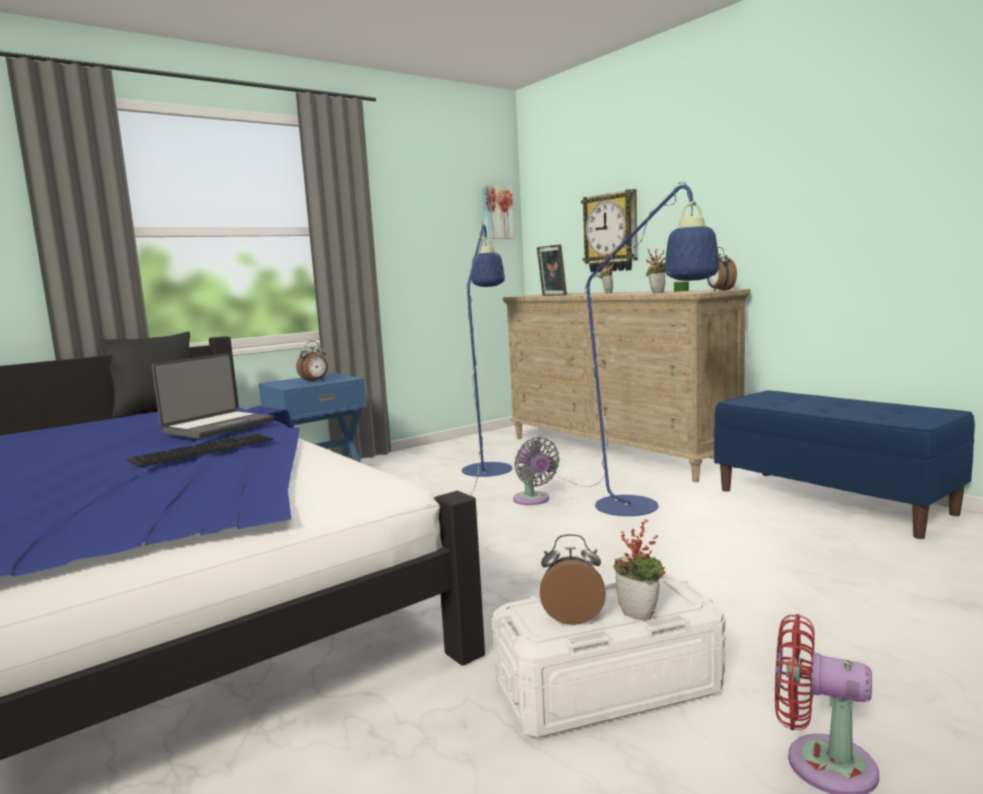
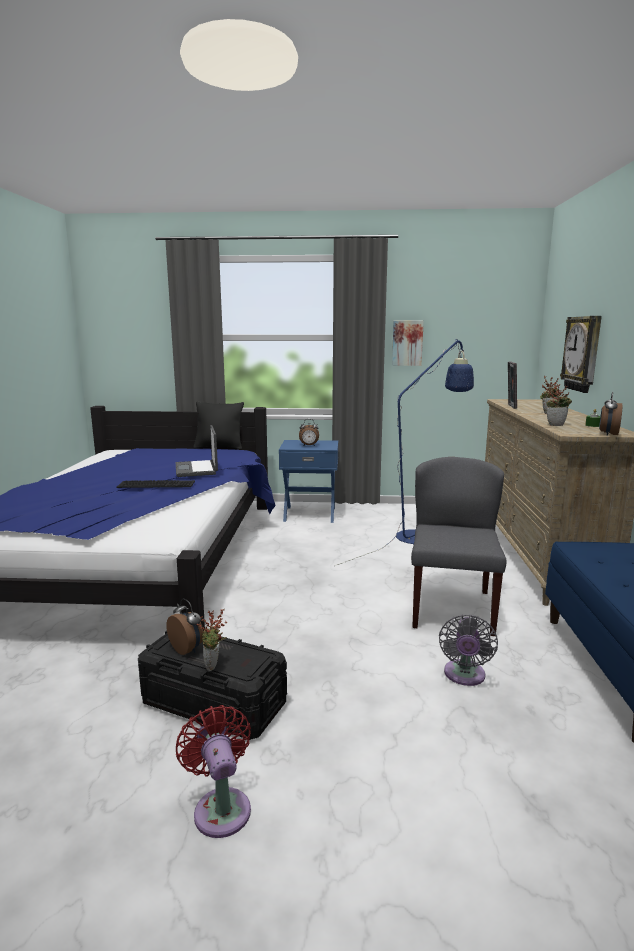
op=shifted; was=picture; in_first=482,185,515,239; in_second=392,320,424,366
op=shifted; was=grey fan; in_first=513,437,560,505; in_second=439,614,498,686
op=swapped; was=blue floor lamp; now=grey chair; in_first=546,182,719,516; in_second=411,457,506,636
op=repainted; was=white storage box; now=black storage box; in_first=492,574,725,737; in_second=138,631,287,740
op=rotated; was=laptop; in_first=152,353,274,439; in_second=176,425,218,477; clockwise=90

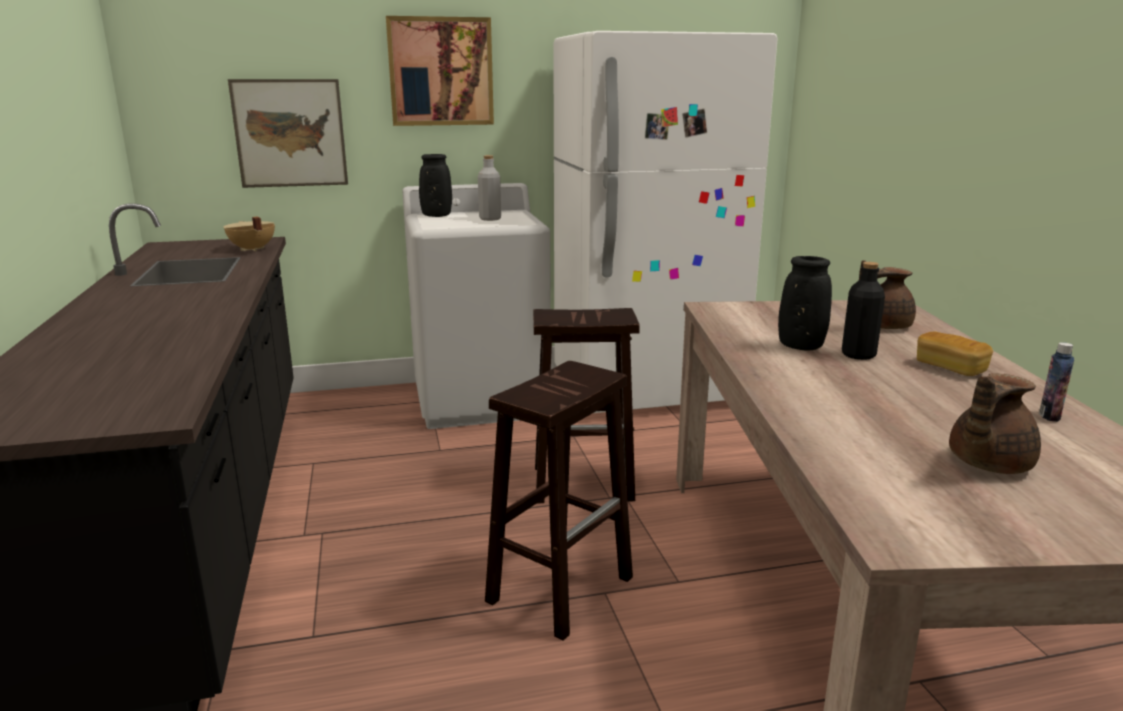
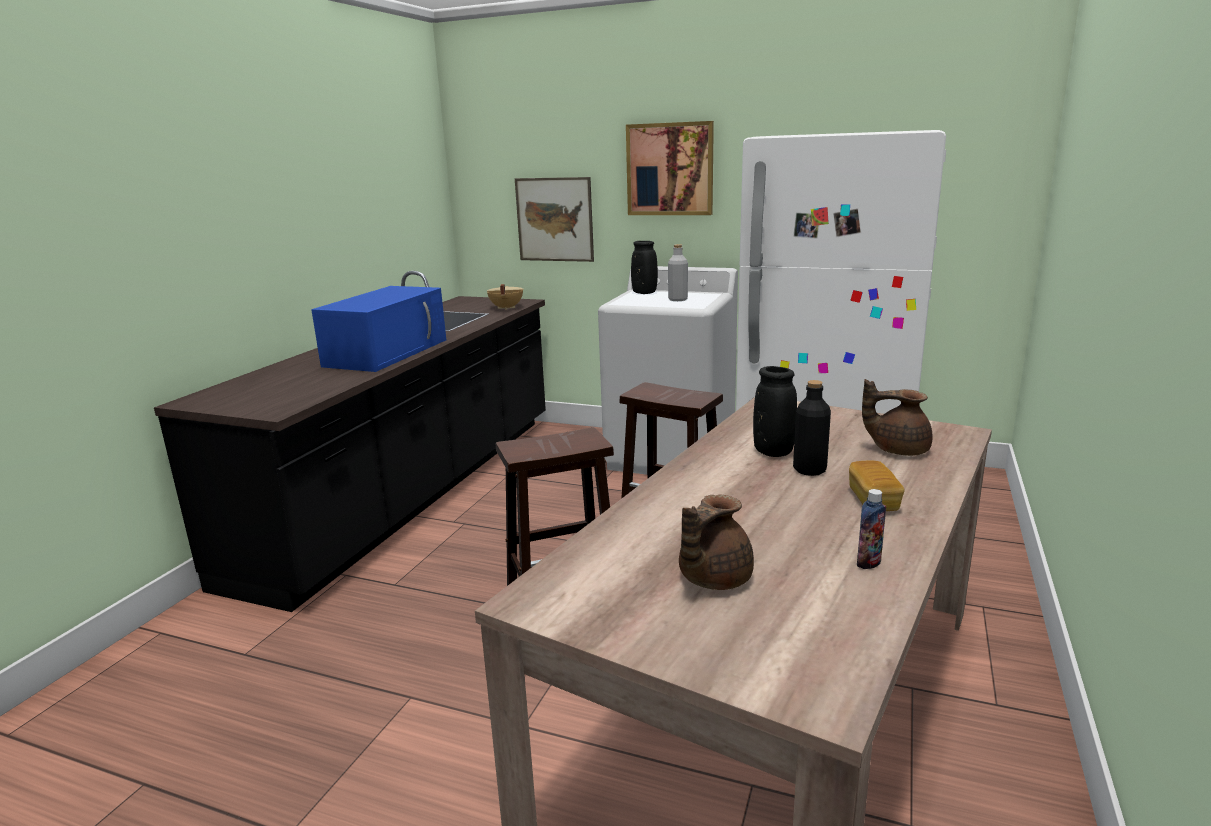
op=new; now=blue microwave; in_second=311,286,446,372
op=rotated; was=brown teapot; in_first=949,373,1041,474; in_second=679,494,754,590; clockwise=-45

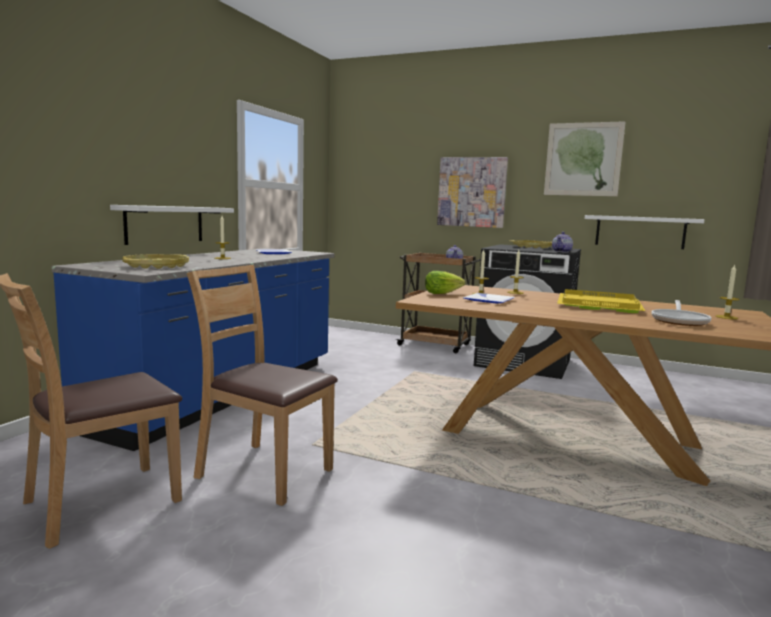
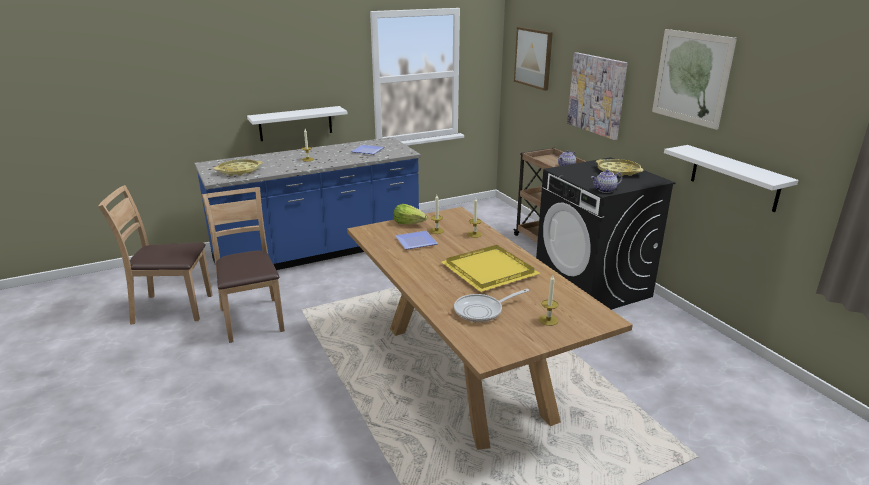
op=new; now=picture; in_second=514,27,553,91

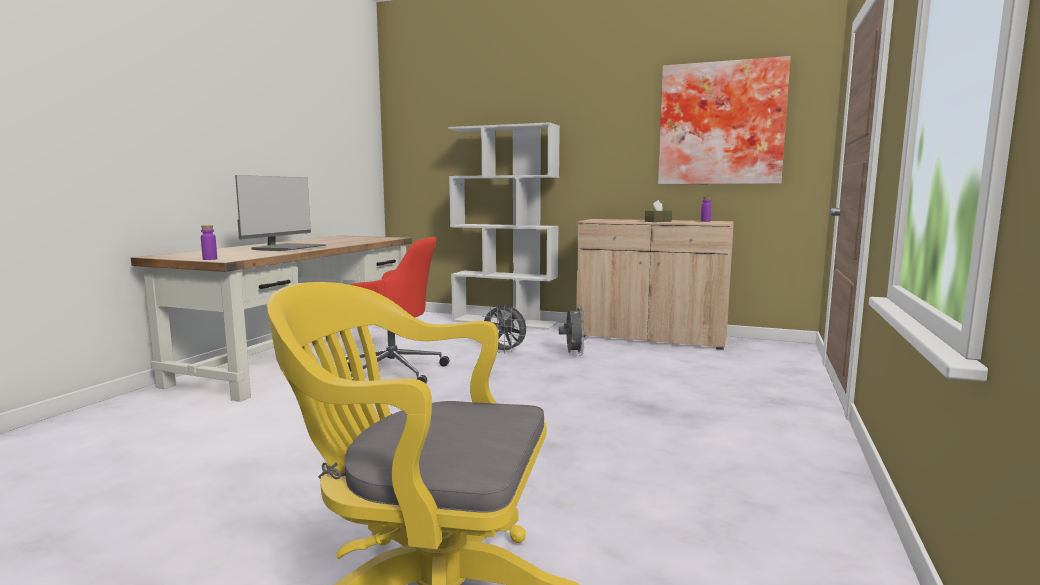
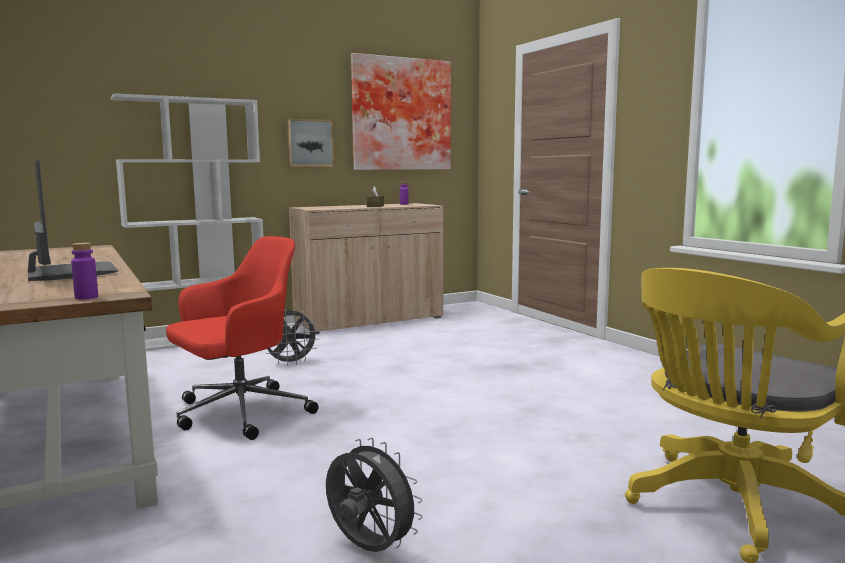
op=new; now=picture; in_second=287,119,334,167
op=shifted; was=grey fan; in_first=559,305,585,356; in_second=326,438,423,552

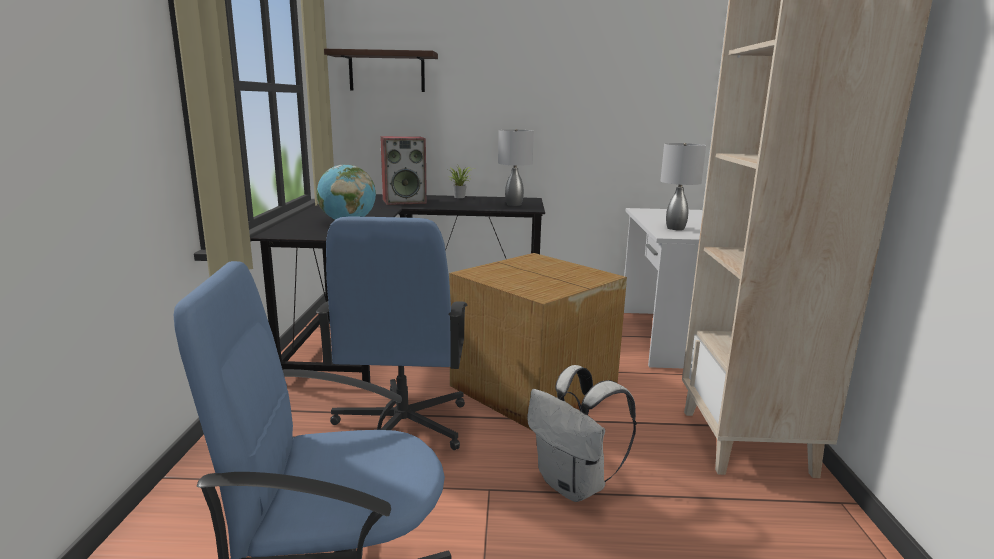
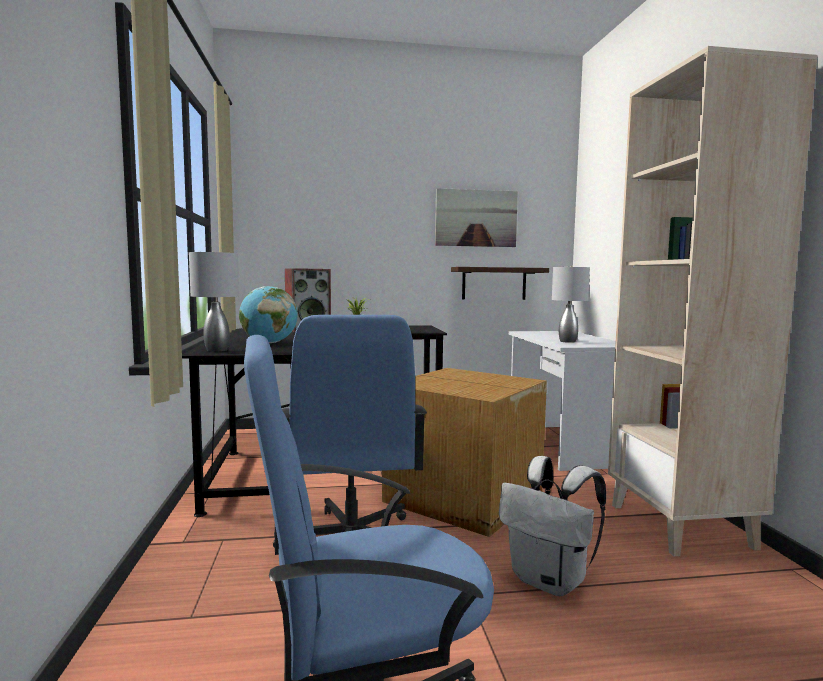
op=new; now=picture; in_second=435,188,518,247
op=shifted; was=shelf; in_first=324,49,438,92; in_second=451,267,549,300
op=shifted; was=grey table lamp; in_first=498,129,534,206; in_second=189,251,239,352

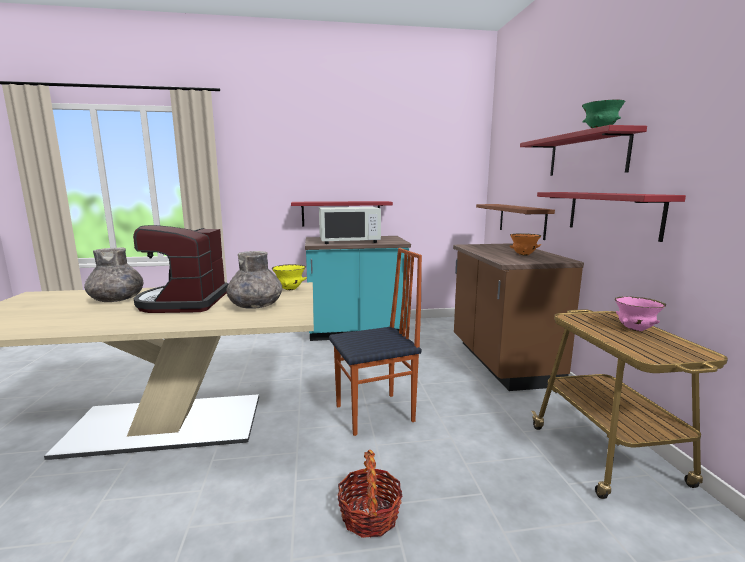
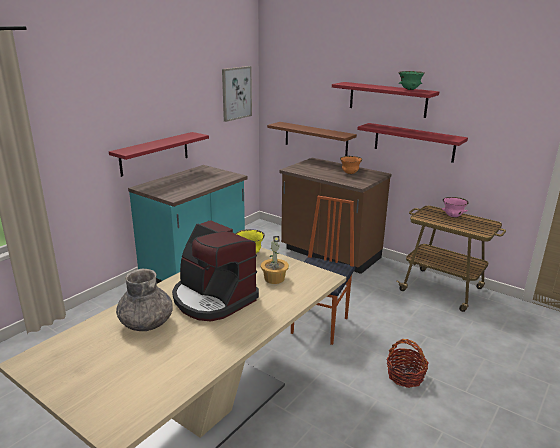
op=gone; was=white microwave; in_first=319,207,381,244
op=new; now=picture; in_second=222,66,252,122
op=swapped; was=grey vase; now=potted plant; in_first=227,251,282,309; in_second=261,236,289,284

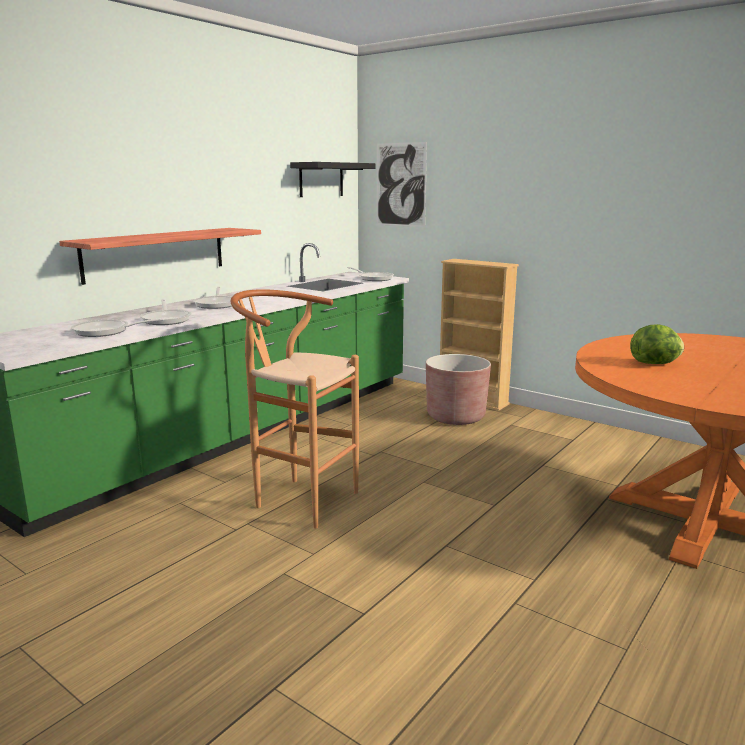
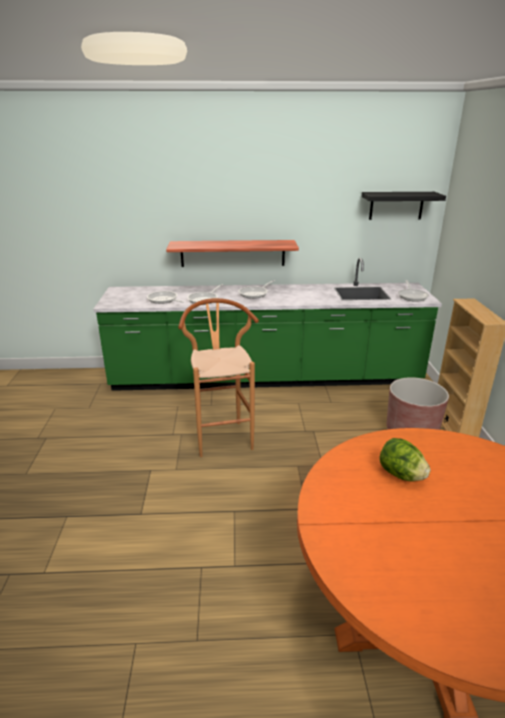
op=gone; was=picture; in_first=377,142,427,227

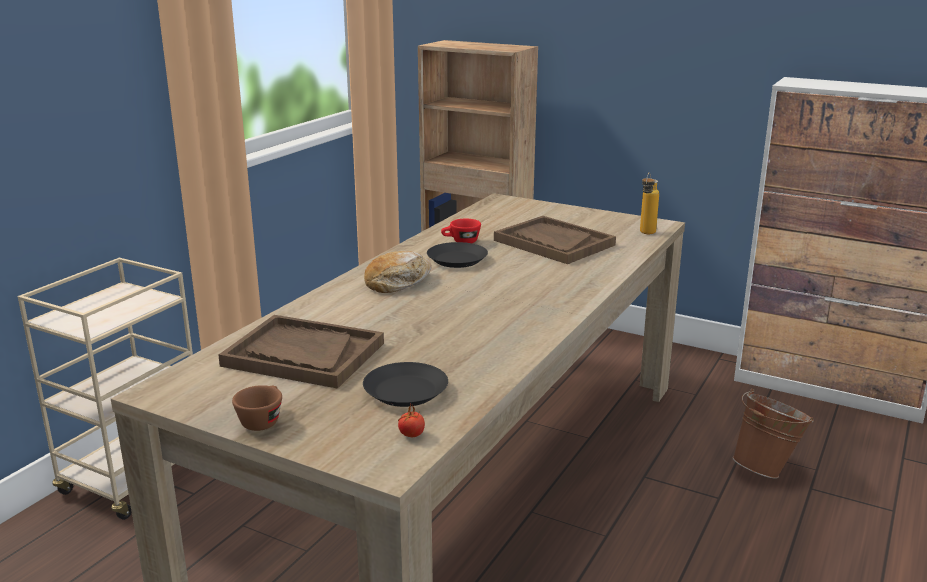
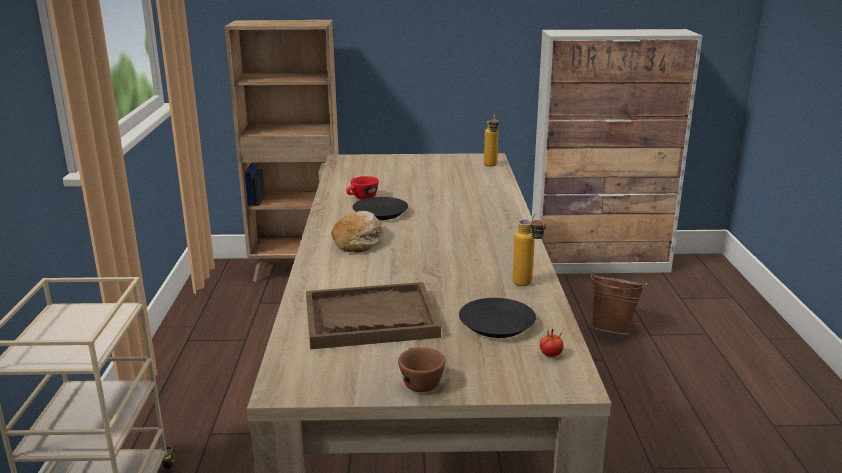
op=gone; was=brown tray; in_first=494,216,616,264
op=new; now=bottle; in_second=512,213,546,286

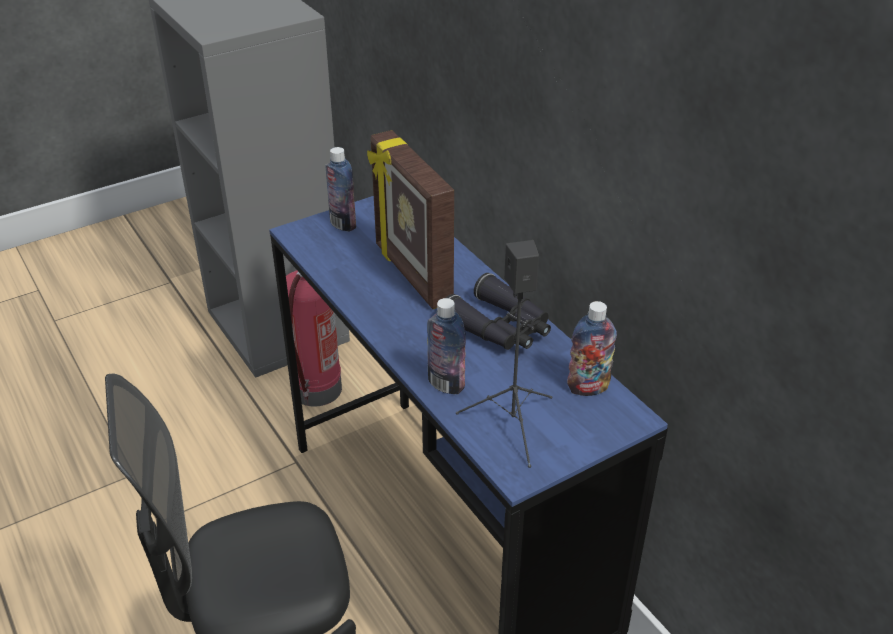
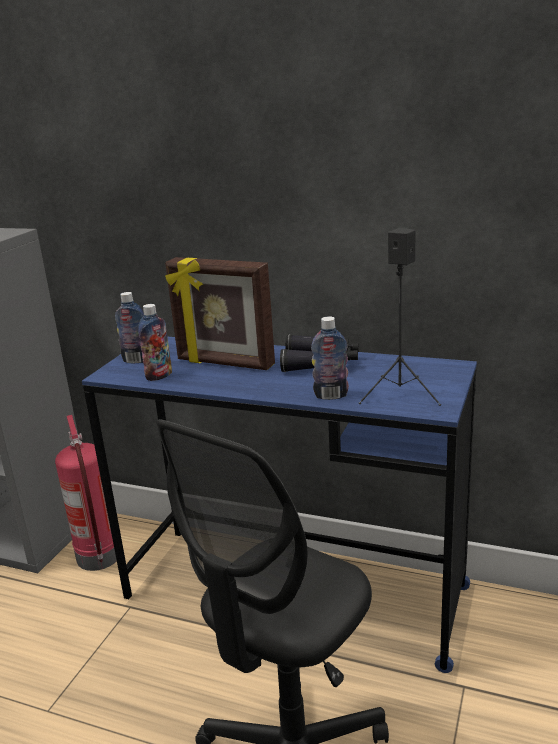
op=shifted; was=bottle; in_first=567,301,617,396; in_second=138,304,172,381

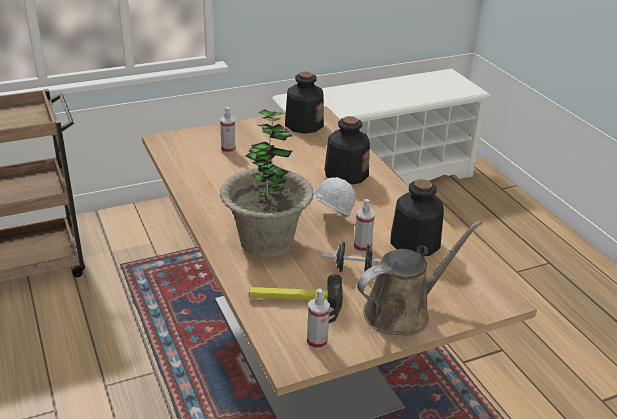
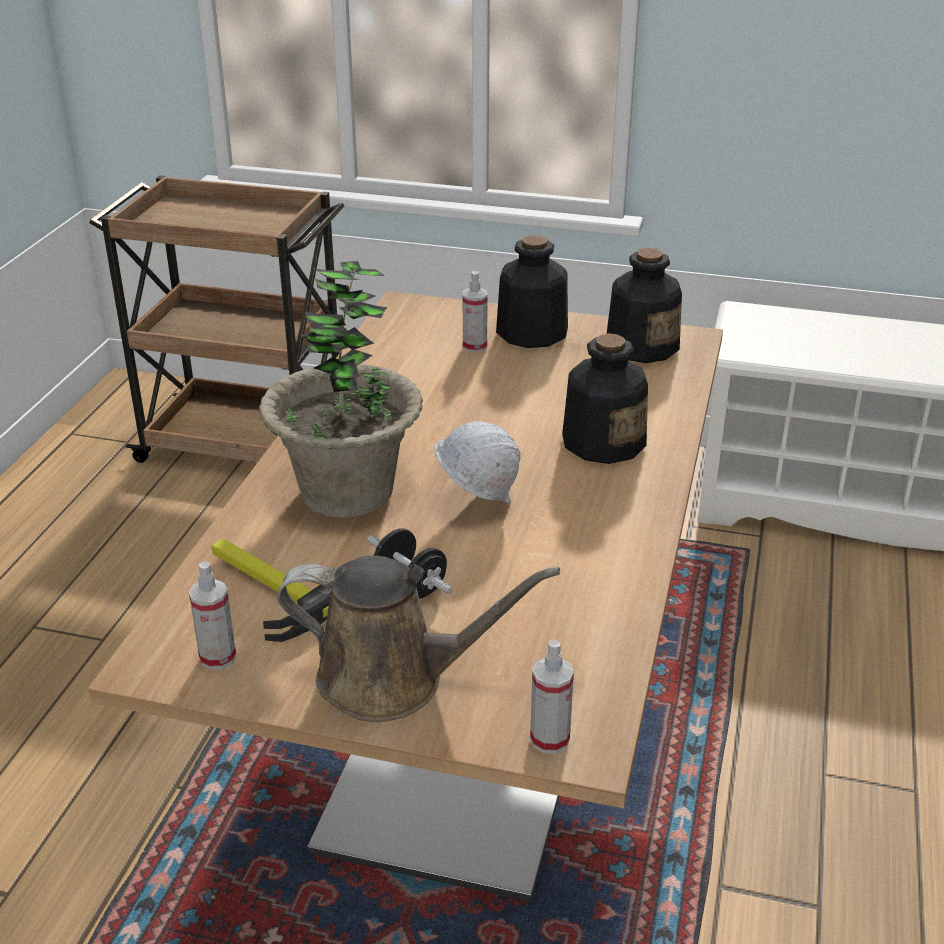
op=shifted; was=spray bottle; in_first=354,199,375,253; in_second=530,640,574,754
op=shifted; was=bottle; in_first=390,179,444,256; in_second=496,235,568,348

